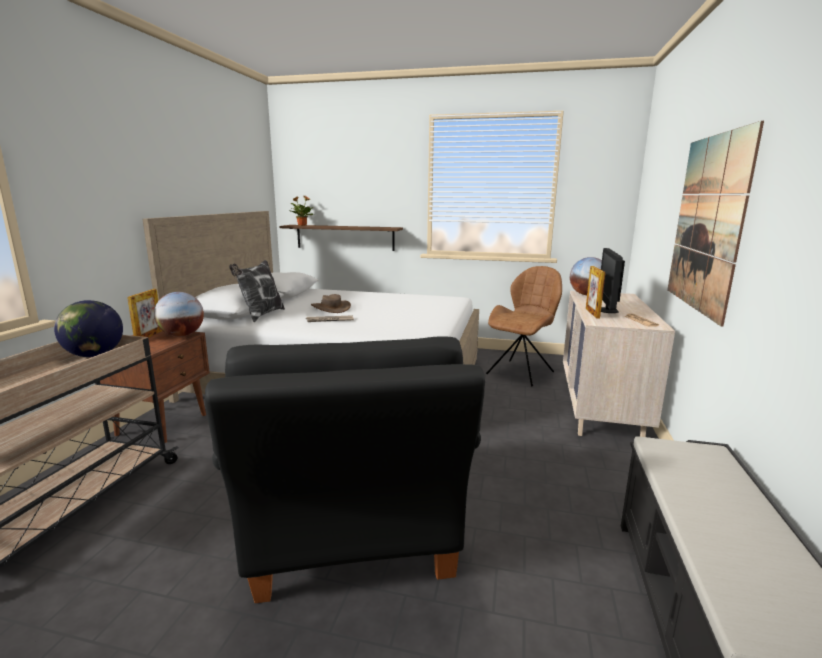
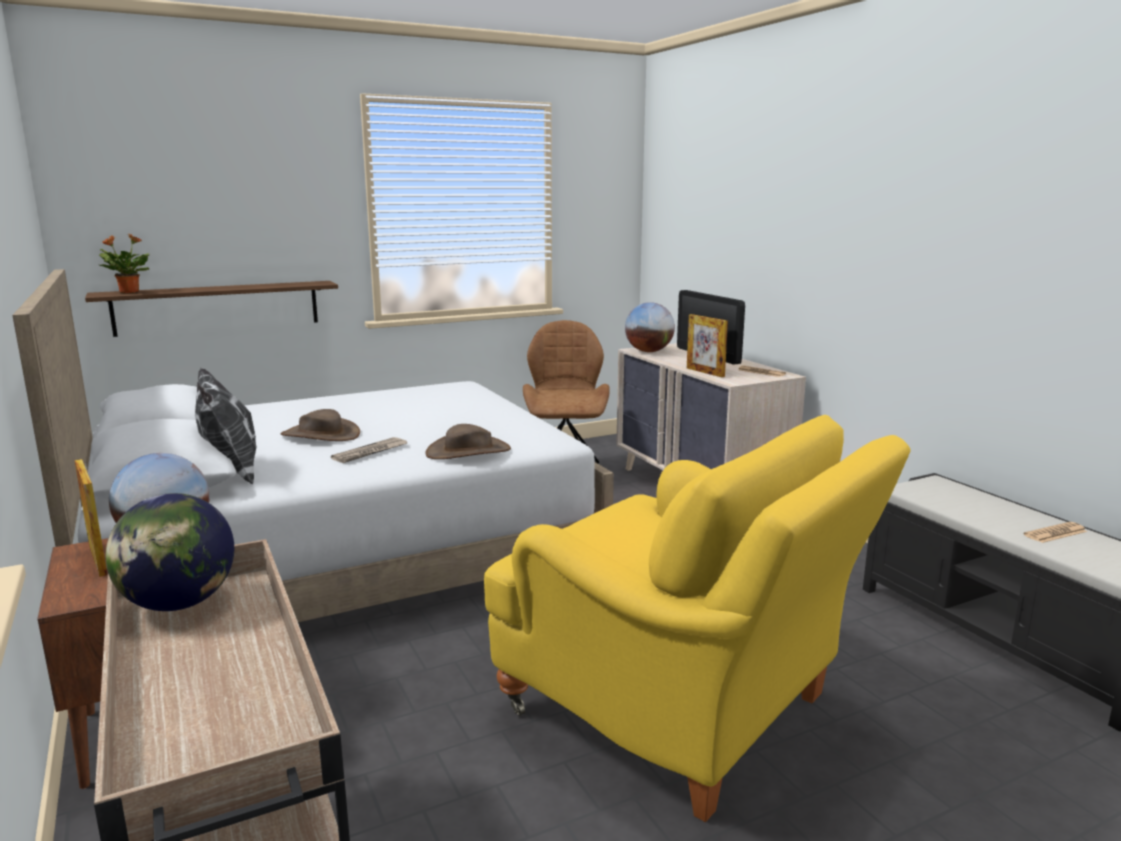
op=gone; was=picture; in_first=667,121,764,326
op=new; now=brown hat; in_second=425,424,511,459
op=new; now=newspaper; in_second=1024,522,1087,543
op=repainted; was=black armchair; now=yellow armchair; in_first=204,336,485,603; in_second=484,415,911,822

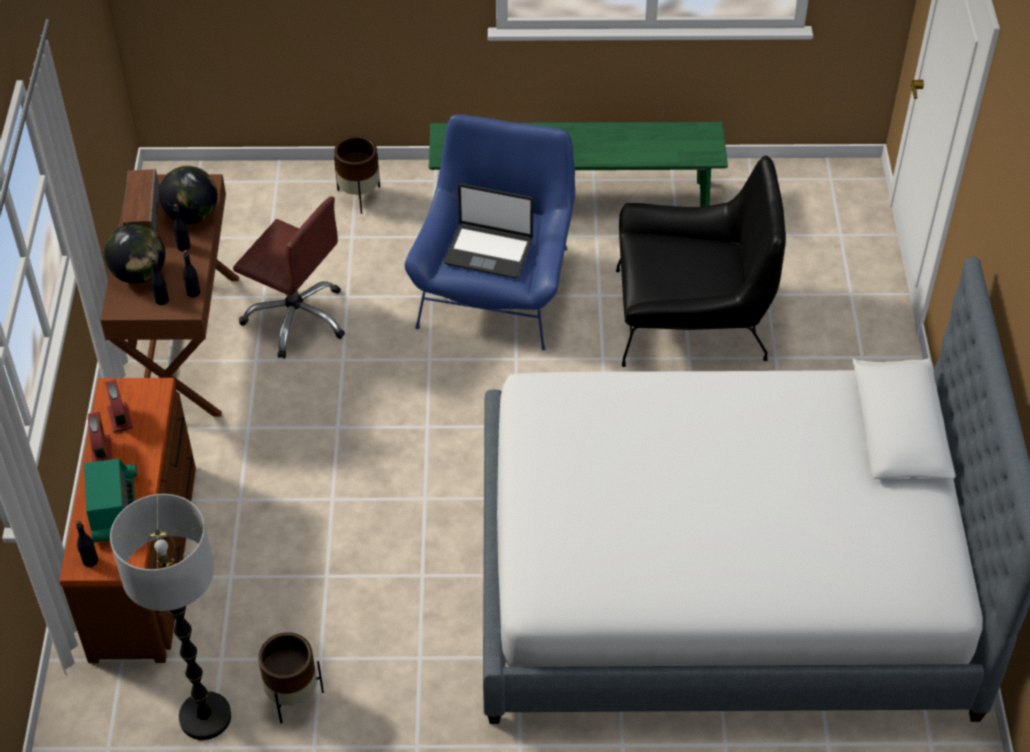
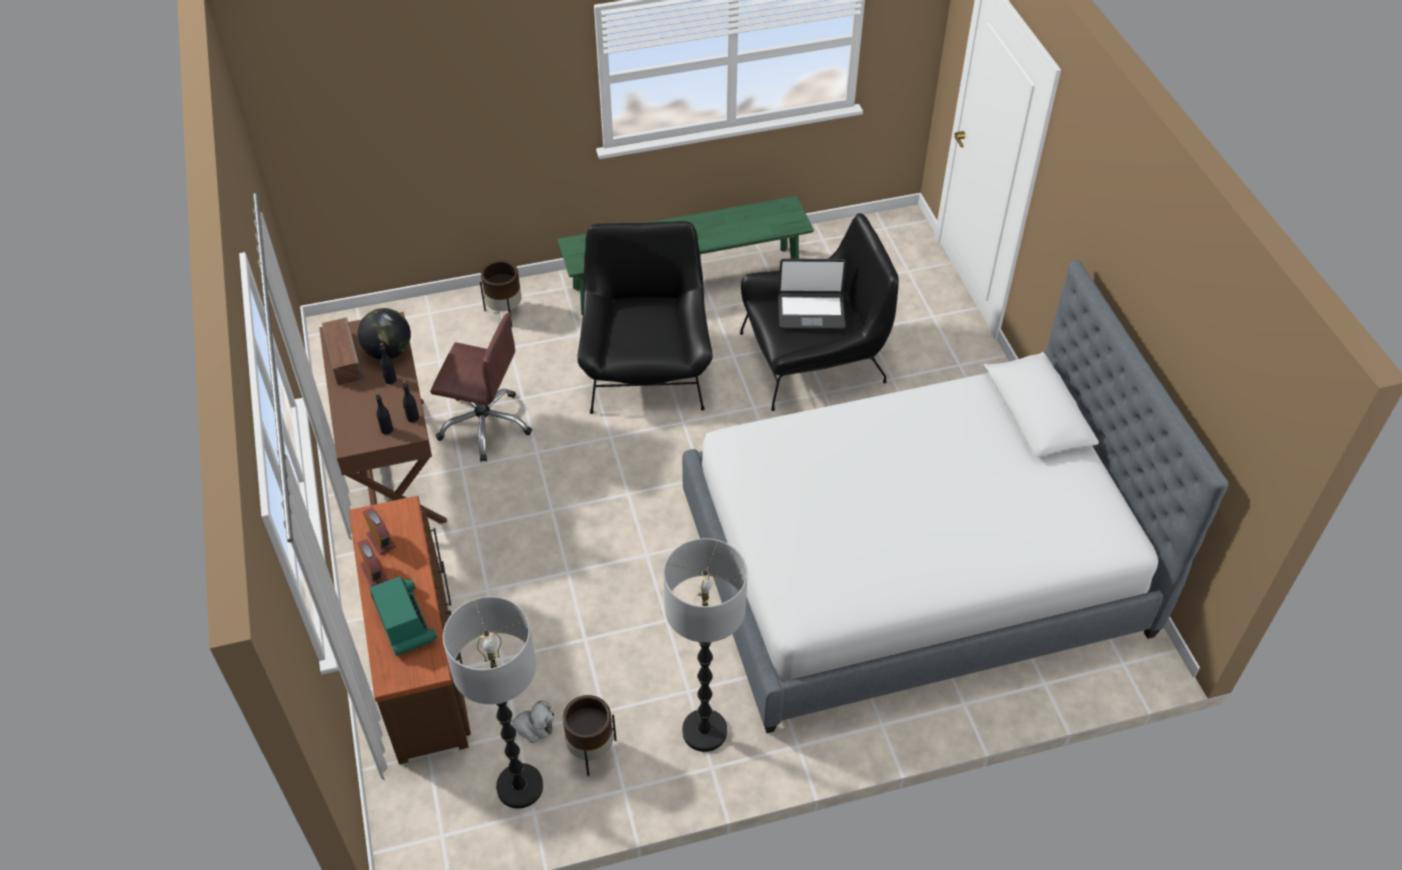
op=gone; was=black bottle; in_first=76,520,98,567
op=gone; was=globe; in_first=104,224,165,284
op=new; now=plush toy; in_second=499,700,554,743
op=new; now=floor lamp; in_second=663,538,747,752
op=shifted; was=laptop; in_first=444,184,533,278; in_second=778,258,846,329
op=repainted; was=blue armchair; now=black armchair; in_first=405,114,575,350; in_second=577,221,712,414

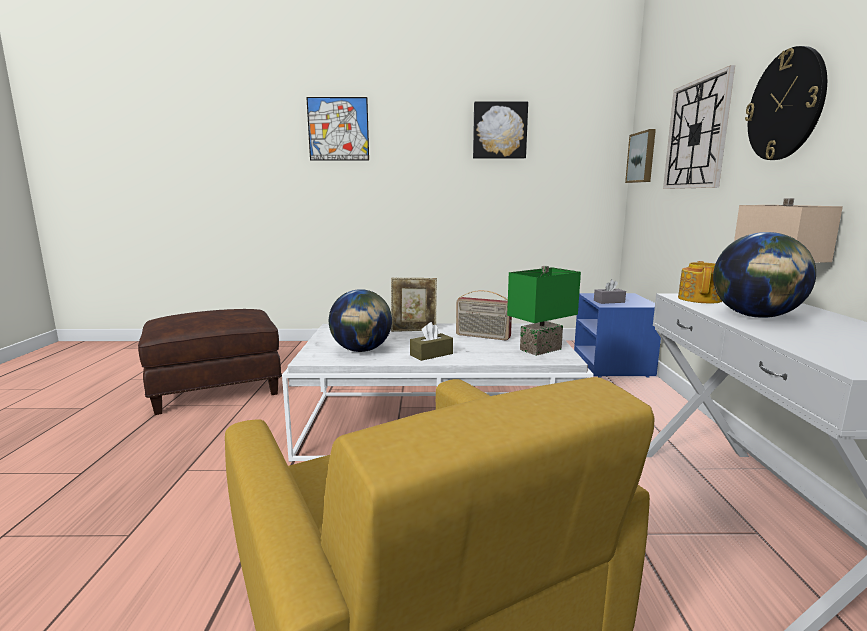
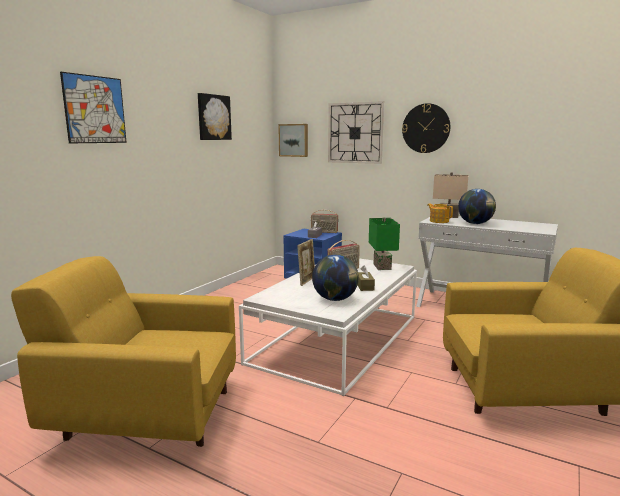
op=new; now=radio; in_second=311,210,338,233
op=swapped; was=brown ottoman; now=yellow armchair; in_first=138,309,282,415; in_second=11,256,236,447

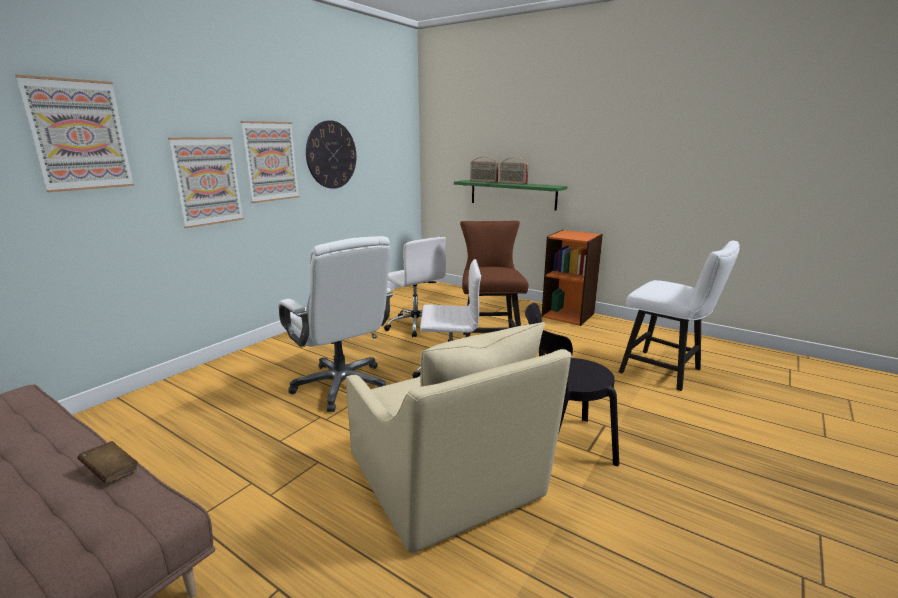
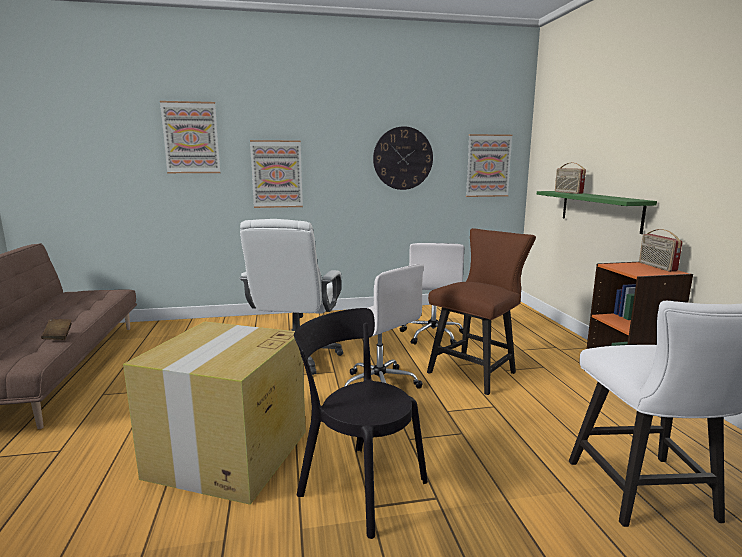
op=shifted; was=picture; in_first=241,121,300,203; in_second=466,134,513,197
op=shifted; was=radio; in_first=500,158,529,185; in_second=639,229,682,272
op=swapped; was=beige armchair; now=cardboard box; in_first=346,322,572,553; in_second=123,322,306,505

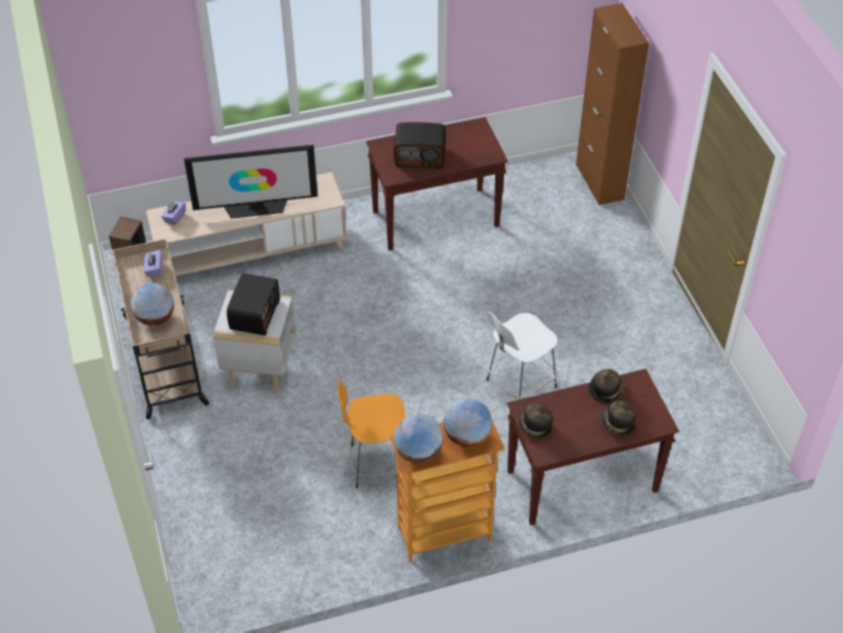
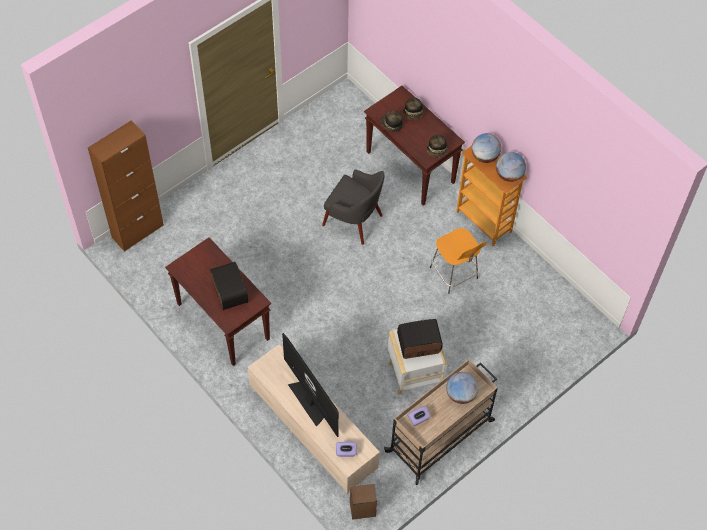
op=swapped; was=white stool; now=grey armchair; in_first=486,312,558,400; in_second=322,169,384,245

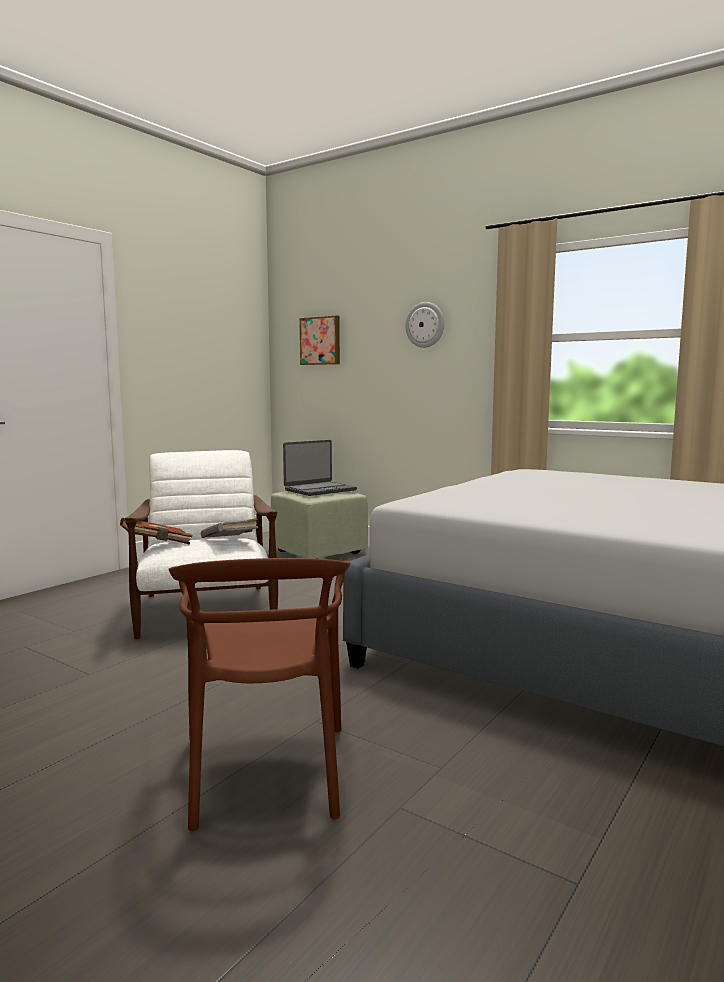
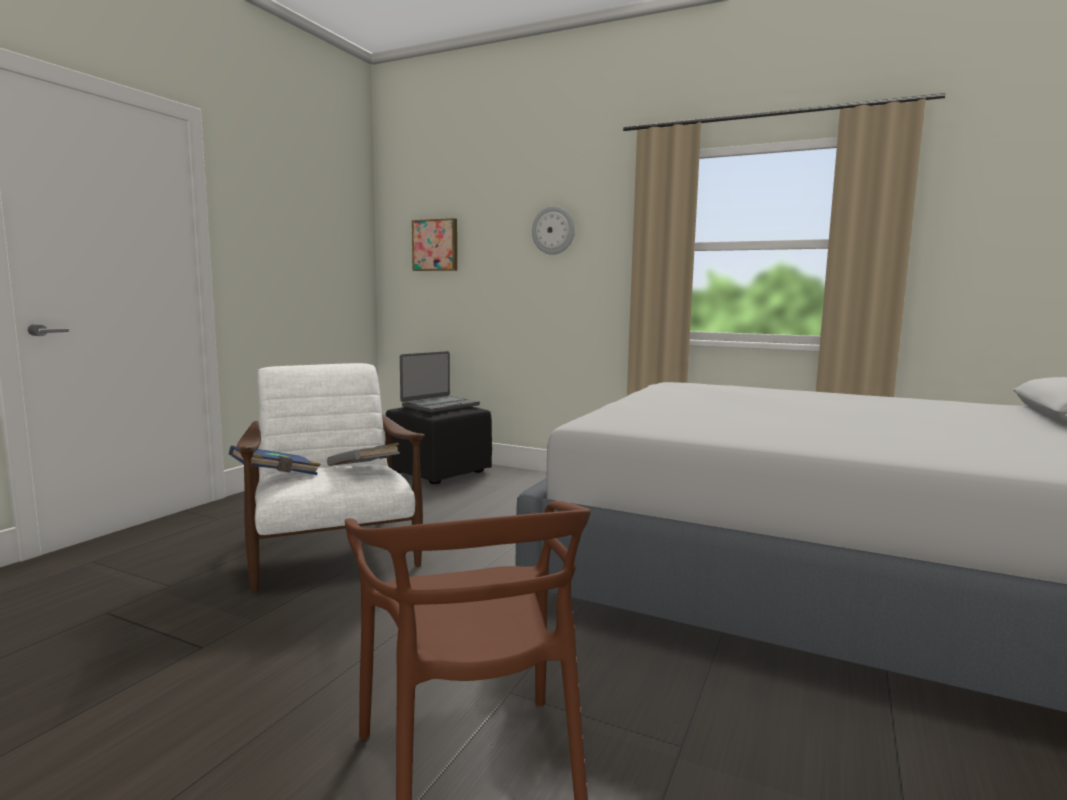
op=repainted; was=brown book; now=blue book; in_first=120,518,193,545; in_second=229,445,321,475
op=repainted; was=green ottoman; now=black ottoman; in_first=271,491,368,559; in_second=385,406,492,484

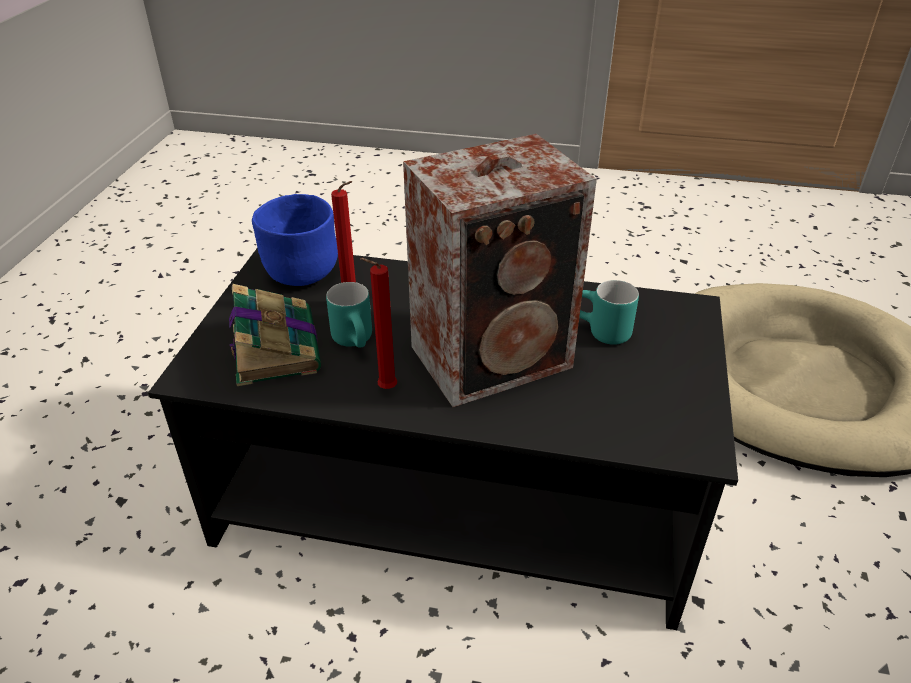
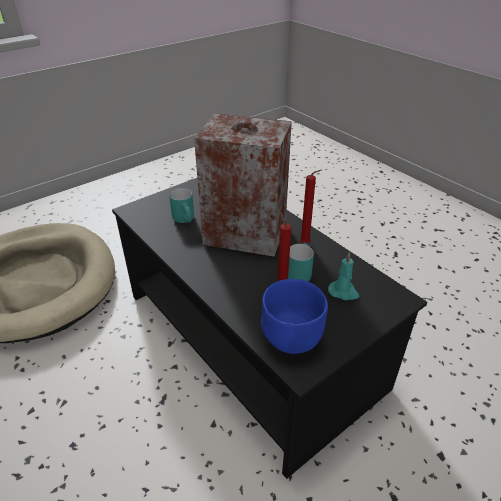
op=swapped; was=book; now=turquoise candle; in_first=229,284,321,386; in_second=328,252,359,300

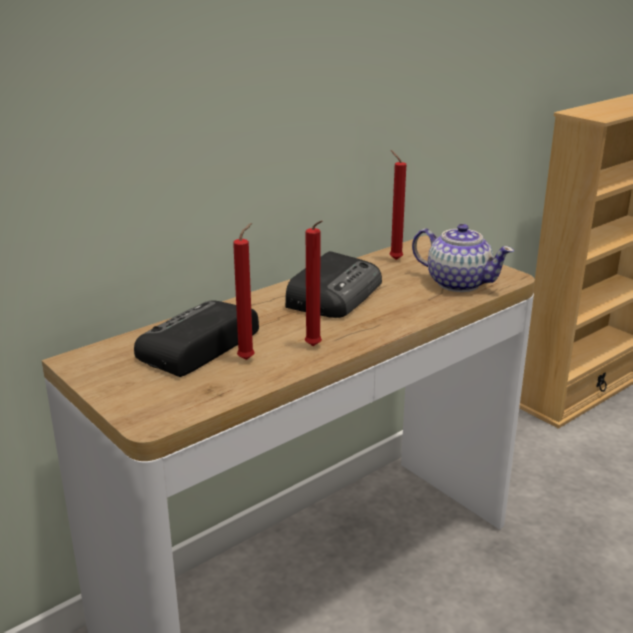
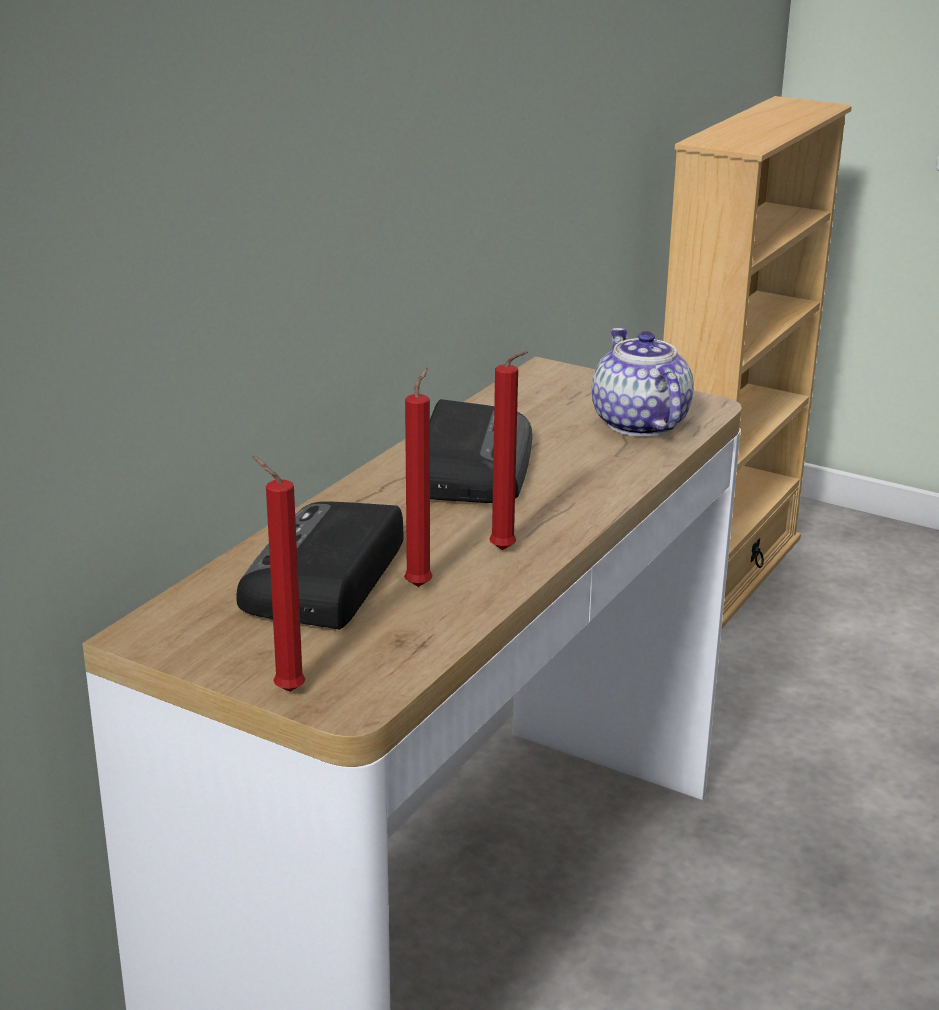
op=shifted; was=red candle; in_first=390,150,406,260; in_second=252,456,306,692
op=rotated; was=teapot; in_first=412,224,514,292; in_second=592,328,694,437; clockwise=-120

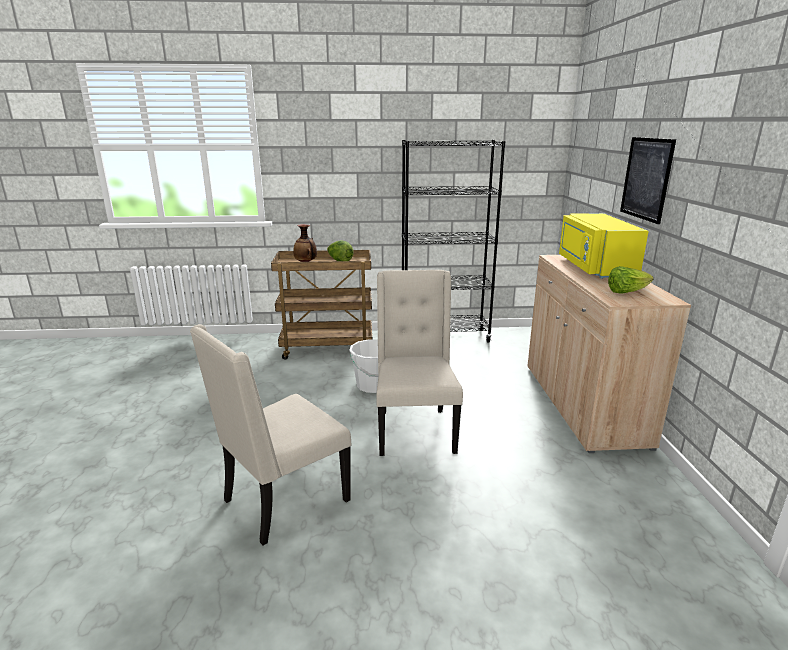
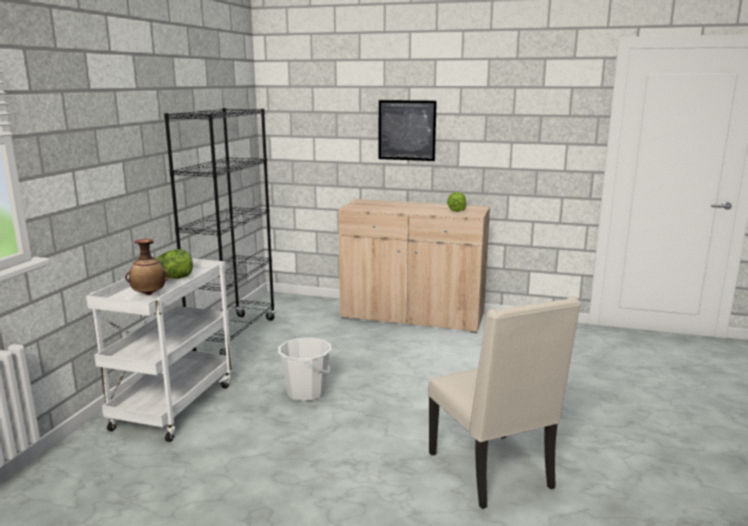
op=gone; was=beige chair; in_first=376,270,463,456
op=gone; was=yellow microwave; in_first=559,213,649,279
op=repainted; was=brown cart; now=white cart; in_first=271,250,372,360; in_second=86,258,233,442

